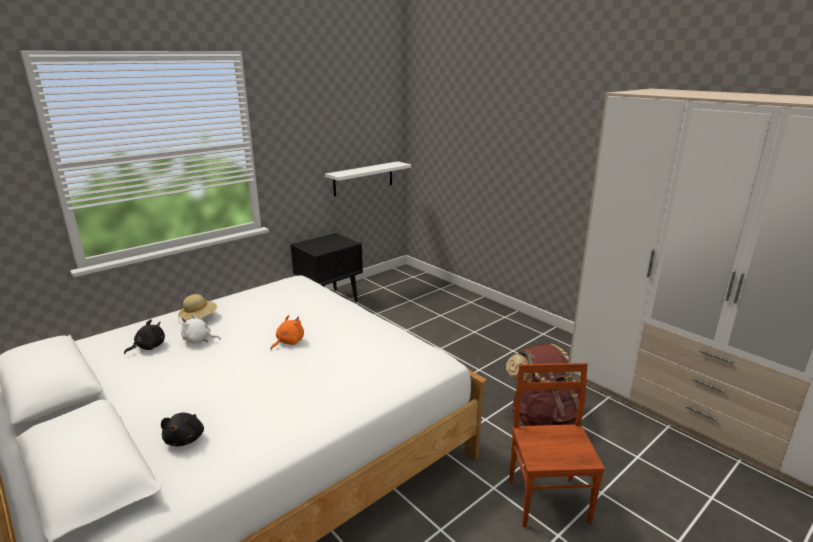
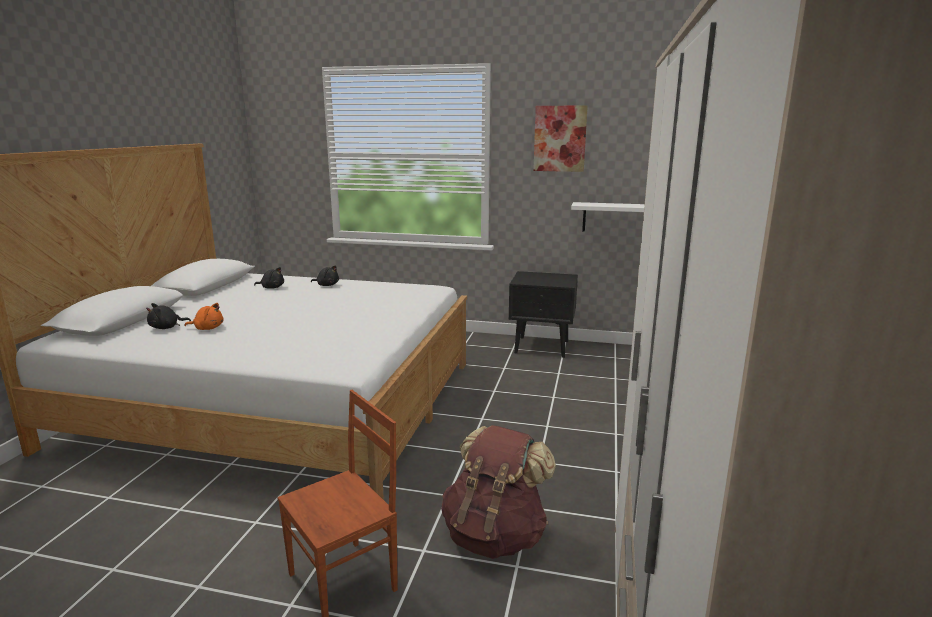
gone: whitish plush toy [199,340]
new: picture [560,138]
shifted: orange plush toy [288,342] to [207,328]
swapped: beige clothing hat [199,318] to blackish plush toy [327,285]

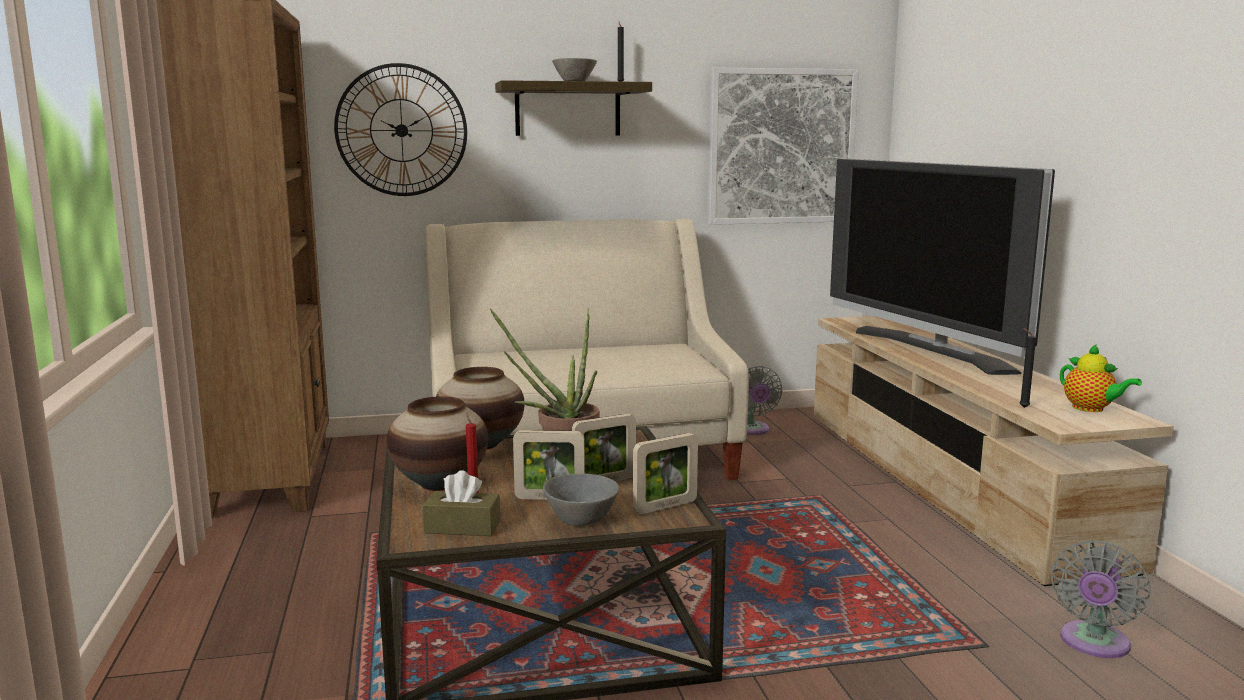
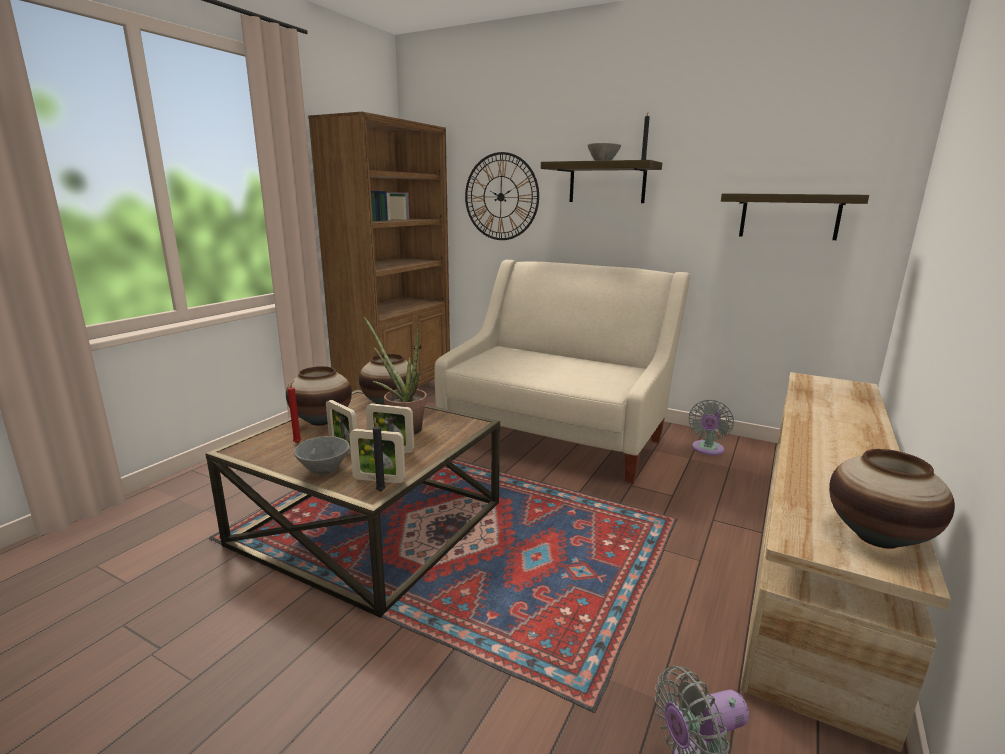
gone: brownish tissue box [462,527]; TV [931,350]
shifted: blackish wax candle [1022,407] to [380,490]
swapped: picture [781,146] to wall shelf [789,216]; teapot [1091,409] to decorative vase [876,537]

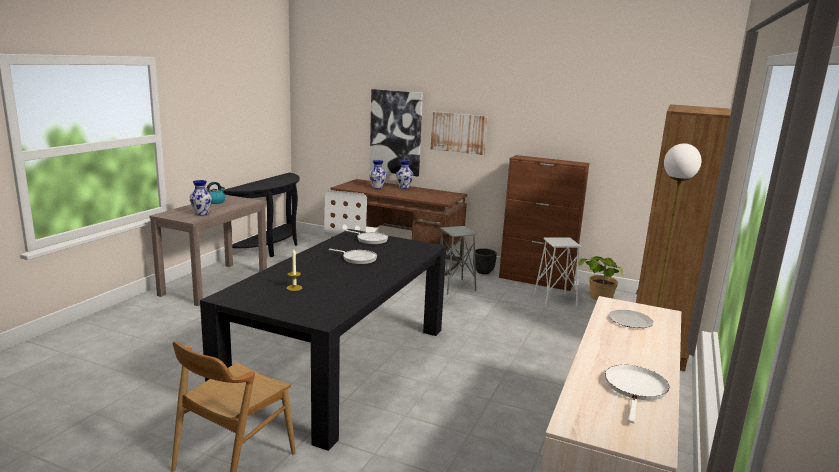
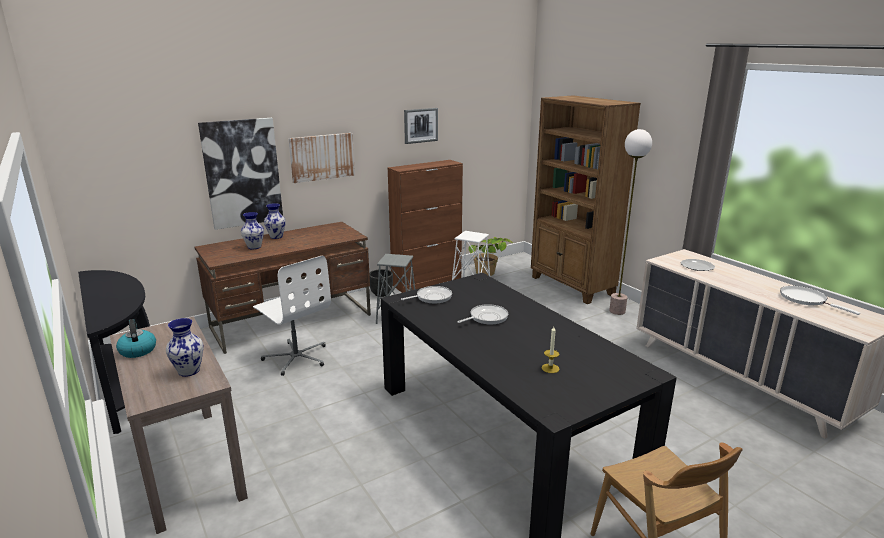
new: picture [420,125]

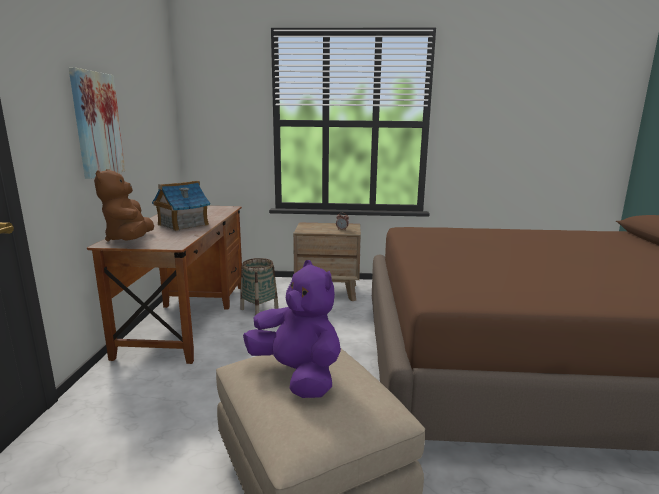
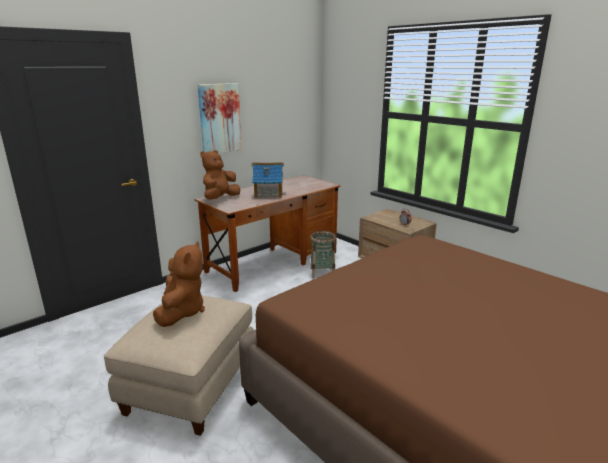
repainted: purple-coloured plush toy [297,375] to brownish plush toy [181,312]

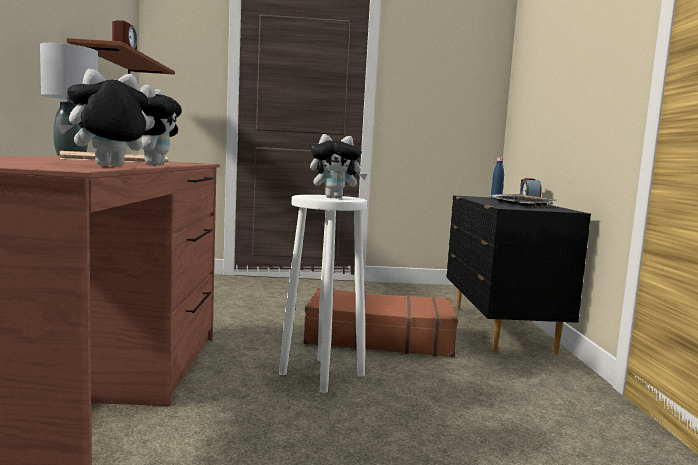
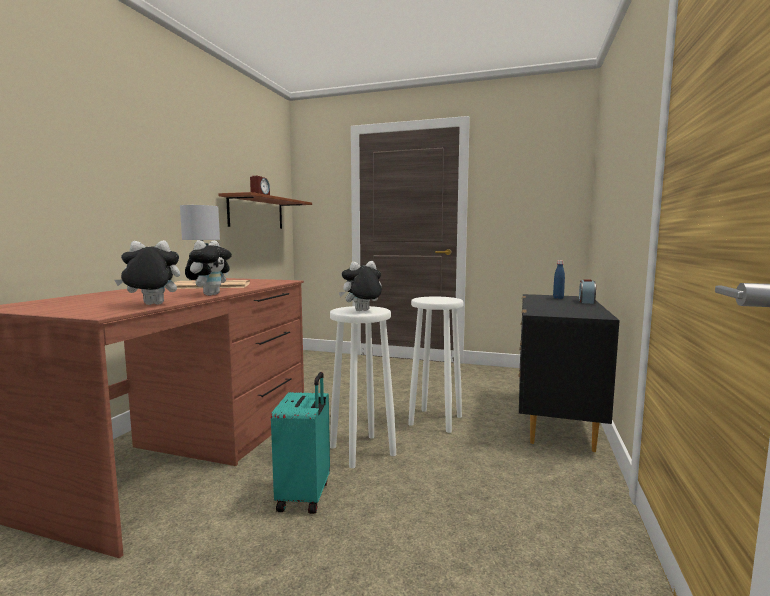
gone: serving tray [521,204]
new: blue-green suitcase [305,496]
swapped: brownish suitcase [379,338] to whitish stool [434,420]
rotated: plush toy [335,198] = [362,311] 135 degrees clockwise

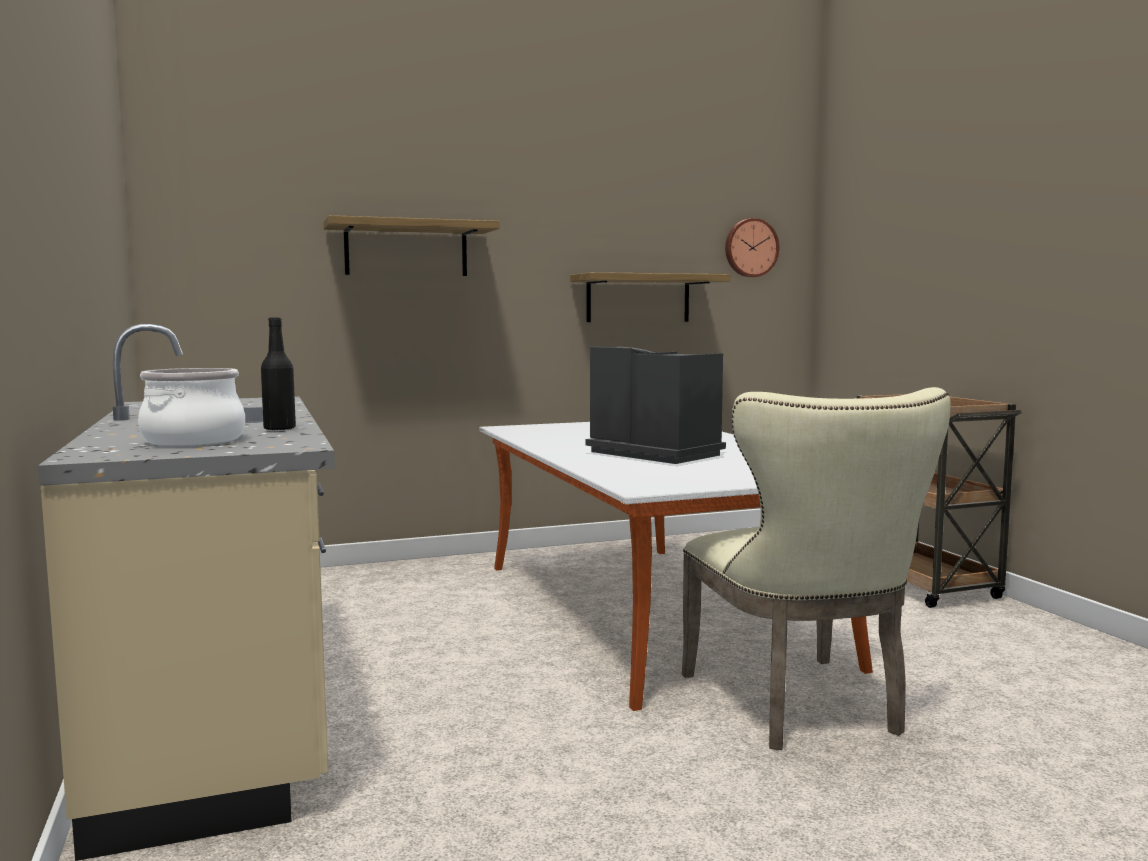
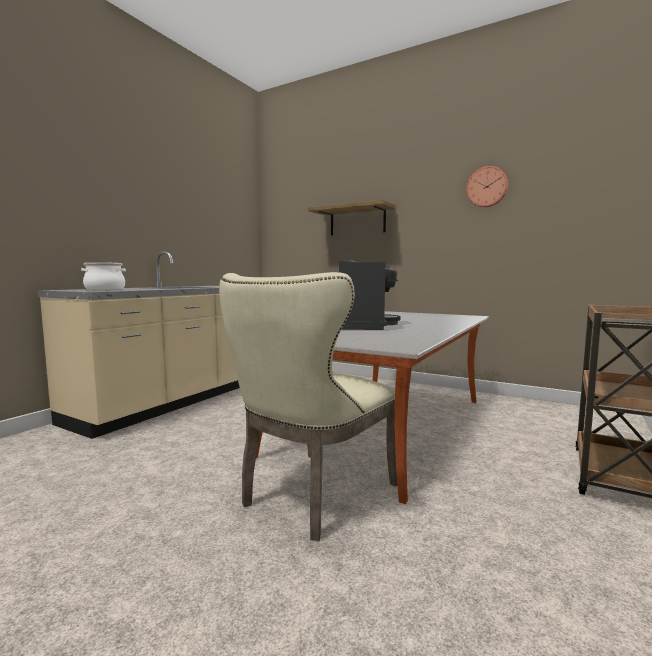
gone: blackish beverage bottle [279,429]; wall shelf [638,298]
shifted: hanging clock [750,248] to [487,187]

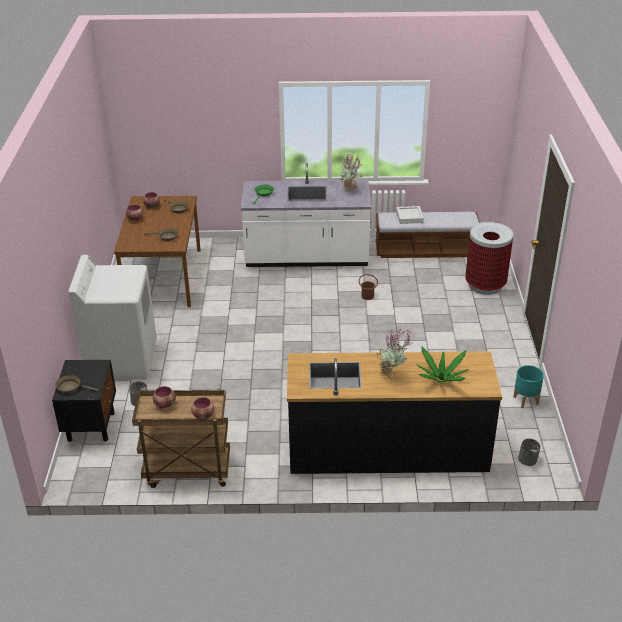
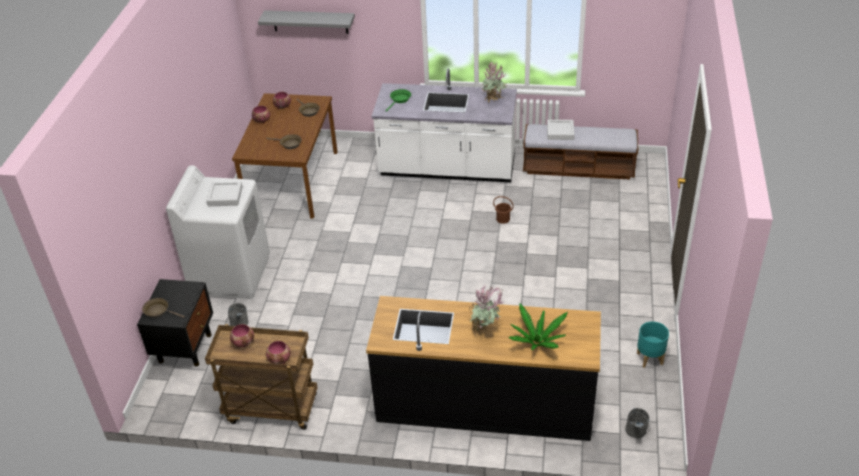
gone: waste bin [485,285]
new: greyish serving tray [225,196]; greyish wall shelf [310,21]

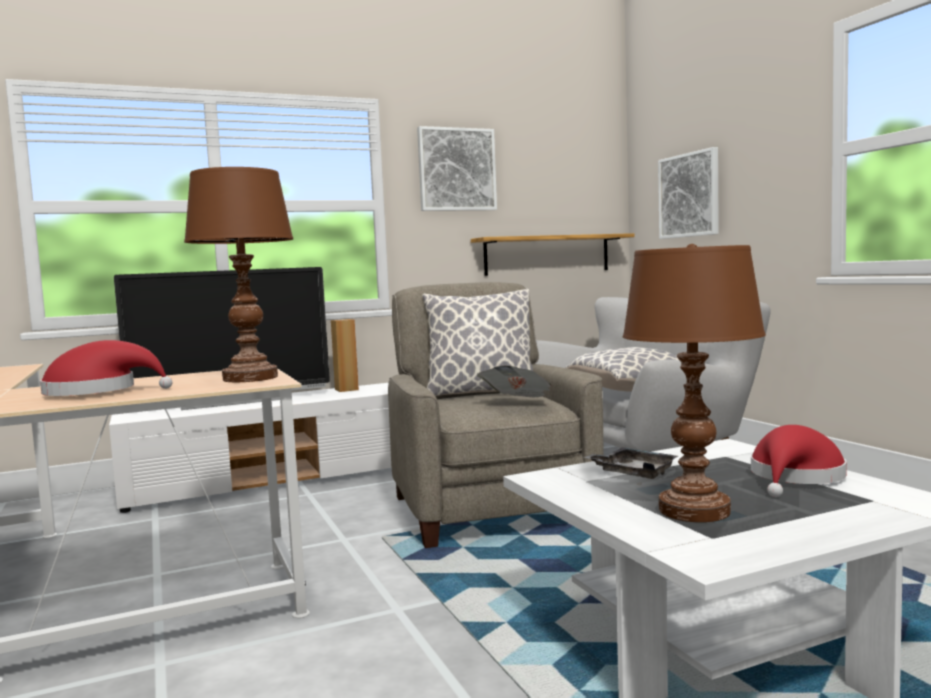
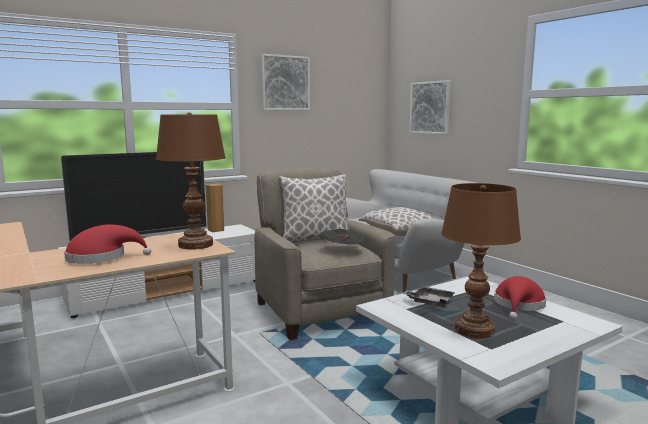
gone: wall shelf [547,254]

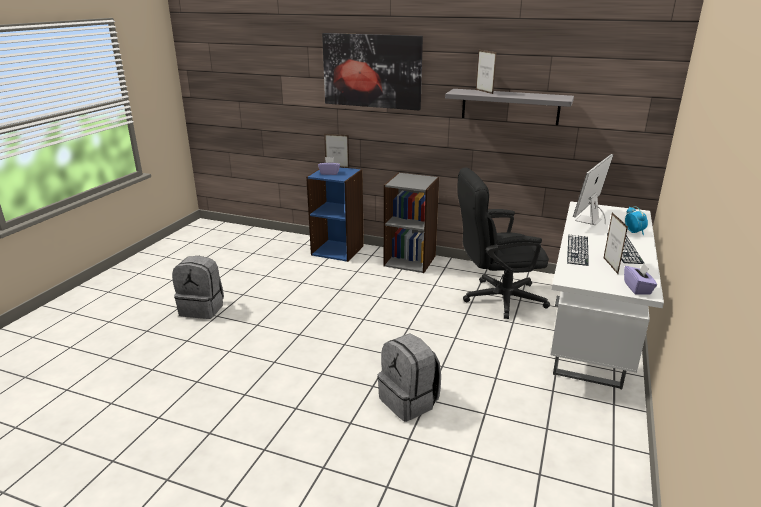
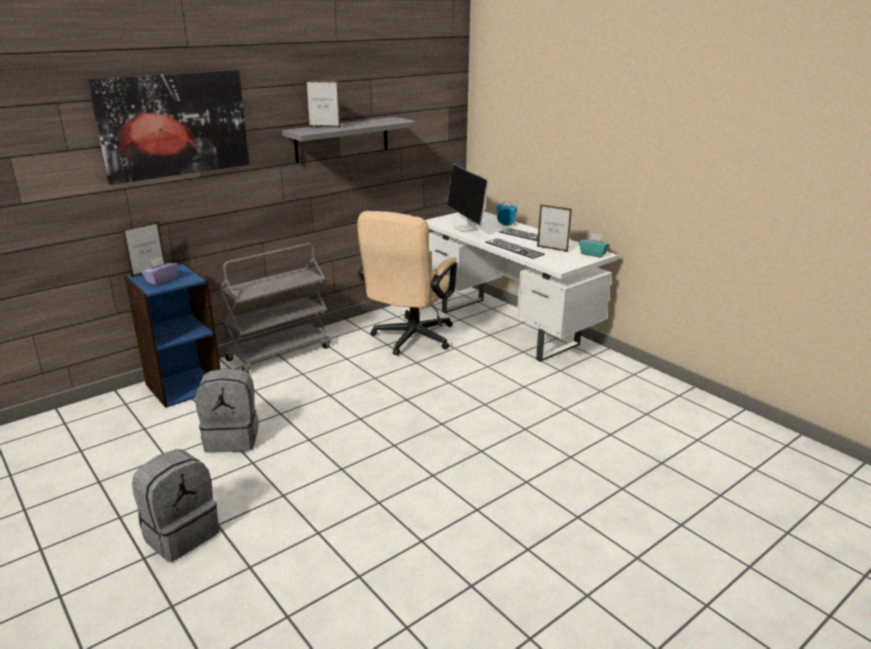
shifted: greyish knapsack [409,401] to [233,438]
swapped: greyish shelving unit [410,260] to greyish trolley [279,353]
repainted: blackish desk chair [496,299] to beige desk chair [410,340]; purple-coloured tissue box [637,288] to blue-green tissue box [593,254]

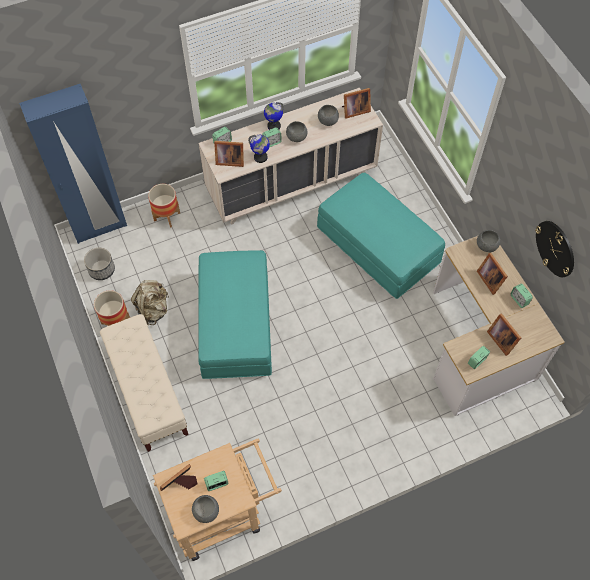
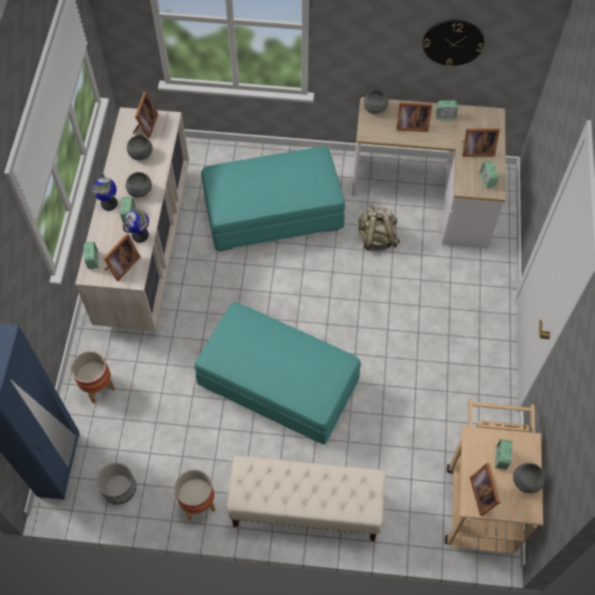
shifted: beige knapsack [153,309] to [376,238]

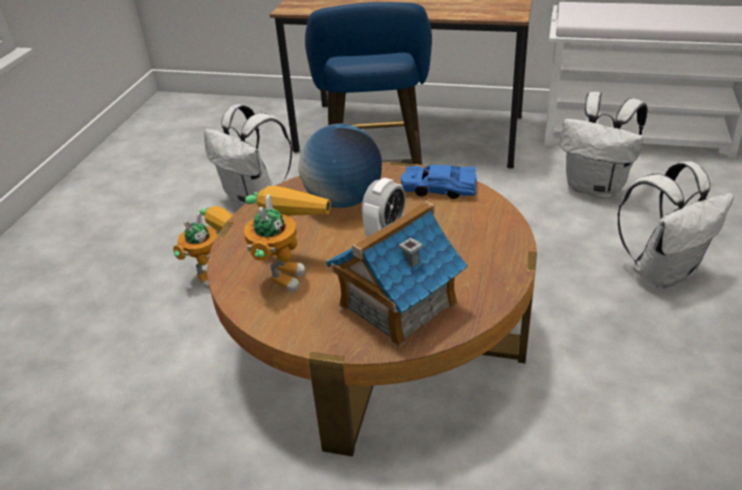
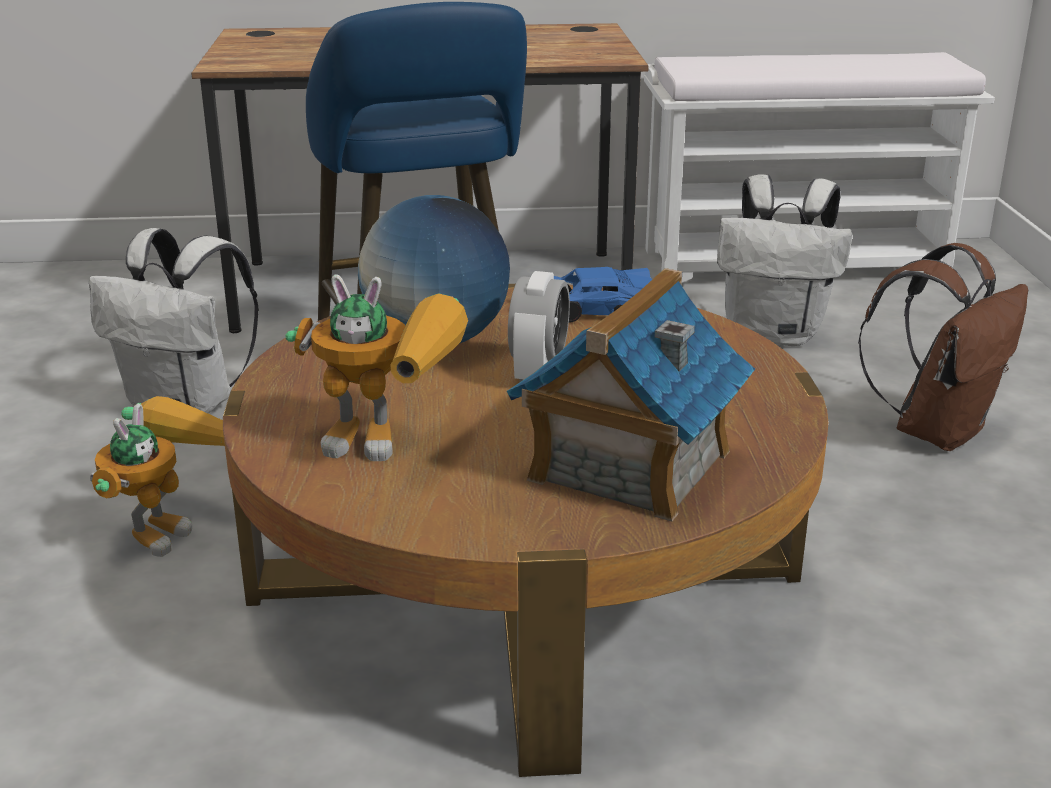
repainted: whitish knapsack [663,272] to brownish knapsack [936,430]
rotated: robot figure [286,269] = [393,443] 105 degrees clockwise

